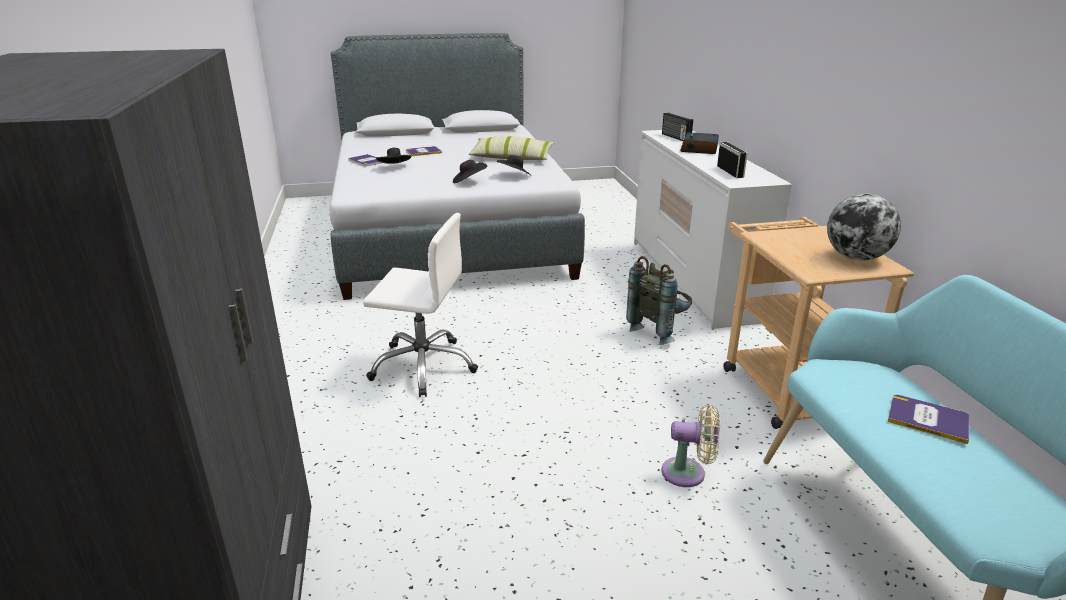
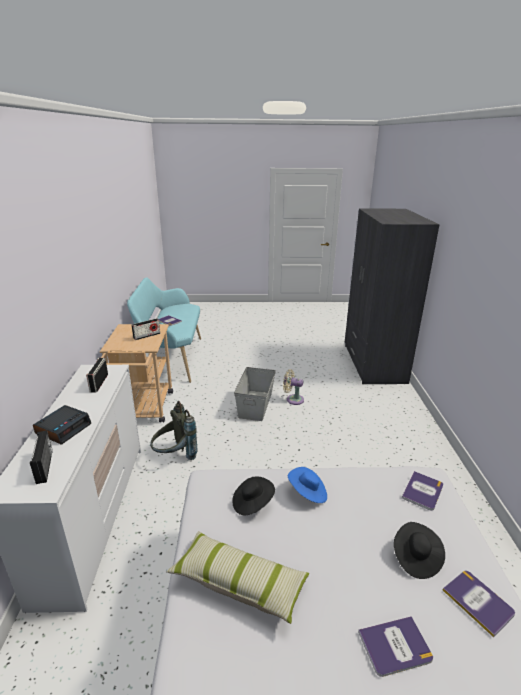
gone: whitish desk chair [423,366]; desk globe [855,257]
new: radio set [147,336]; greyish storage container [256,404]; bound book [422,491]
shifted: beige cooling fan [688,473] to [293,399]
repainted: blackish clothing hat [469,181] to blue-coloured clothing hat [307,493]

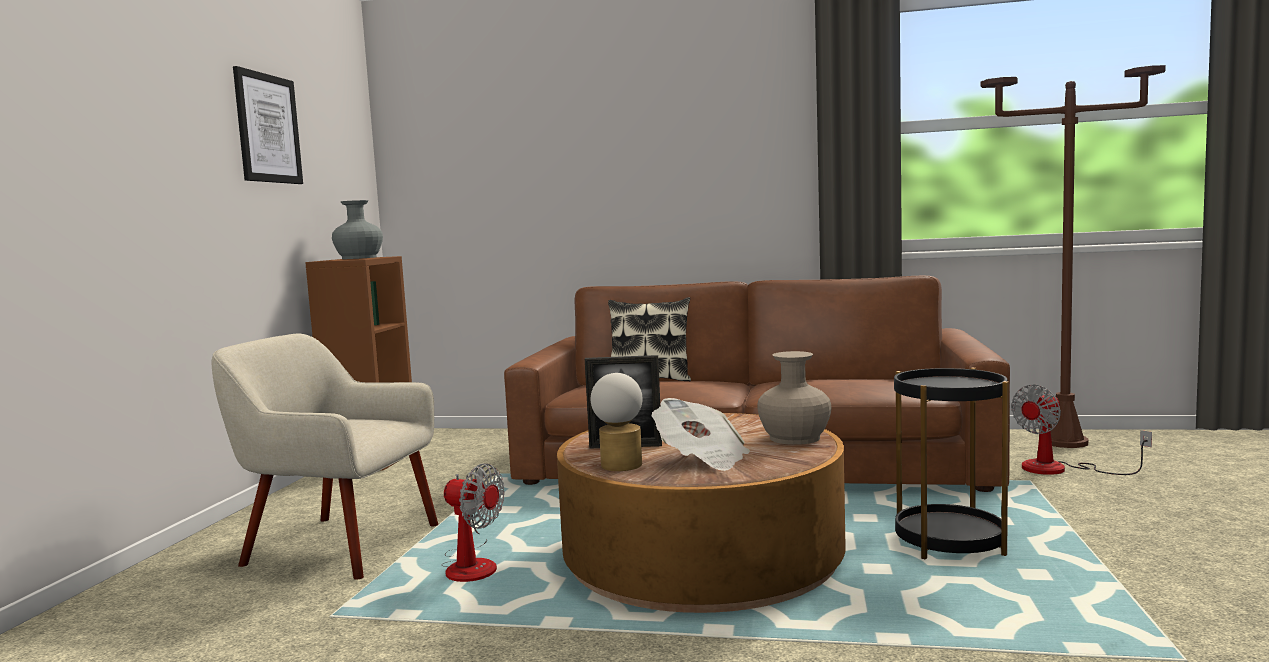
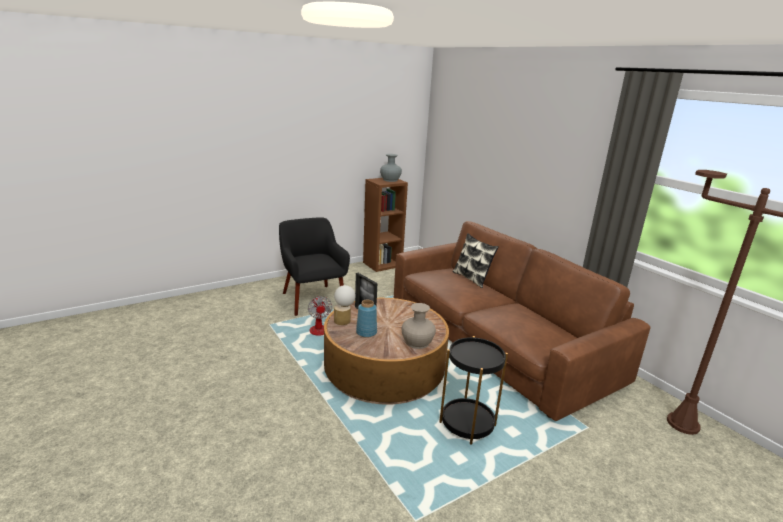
gone: picture [268,128]; cooling fan [1060,469]
swapped: daily paper [701,459] to blue-coloured decorative vase [366,333]
repainted: beige lounge chair [339,544] to blackish lounge chair [312,299]

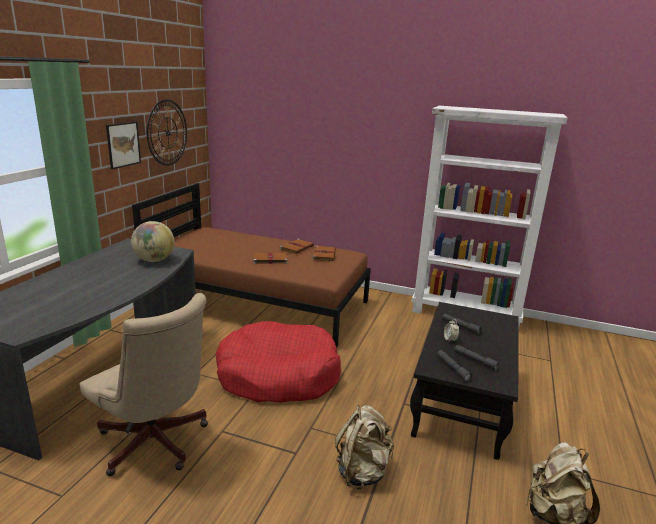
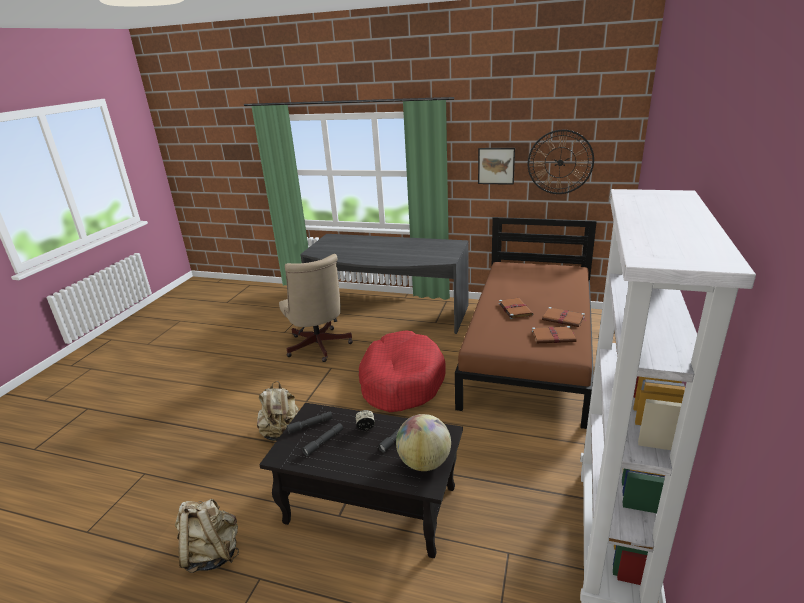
shifted: desk globe [154,260] to [424,462]
rotated: beige desk chair [155,445] = [319,348] 60 degrees counterclockwise

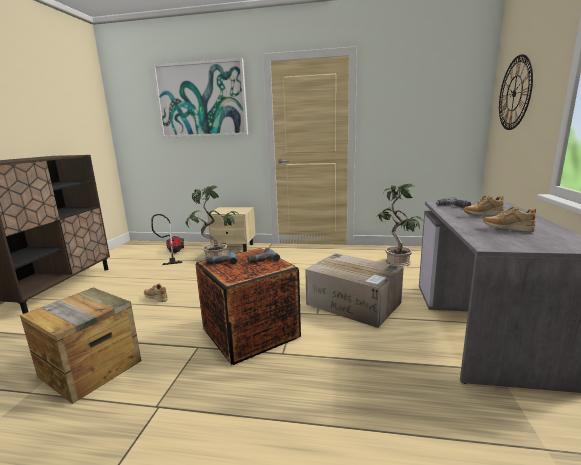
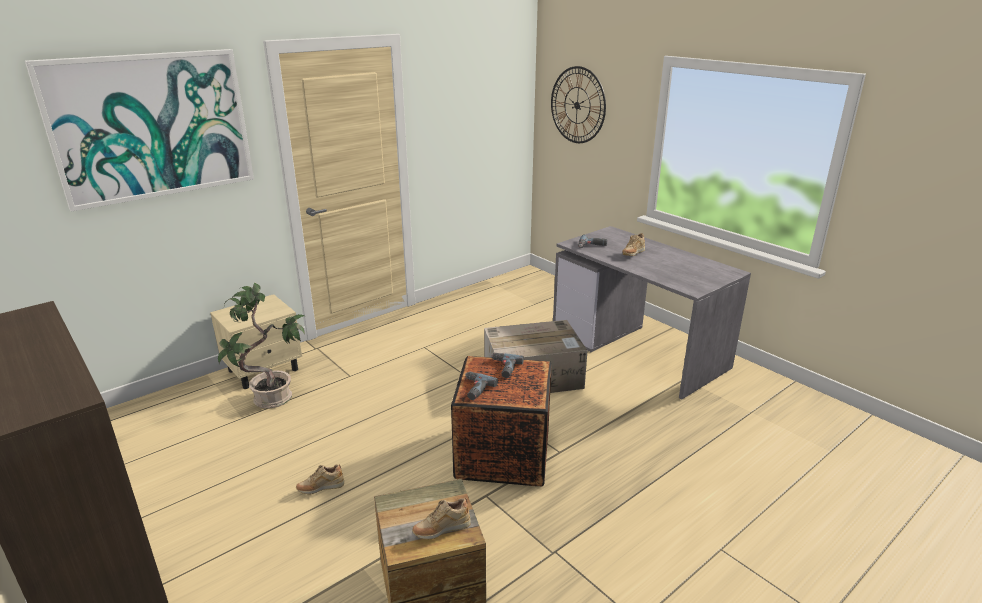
gone: vacuum cleaner [172,253]; potted plant [396,262]
shifted: beige shoe [507,230] to [441,530]

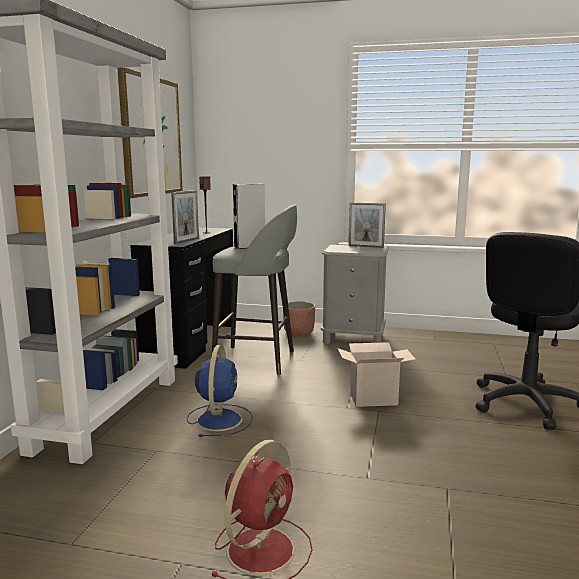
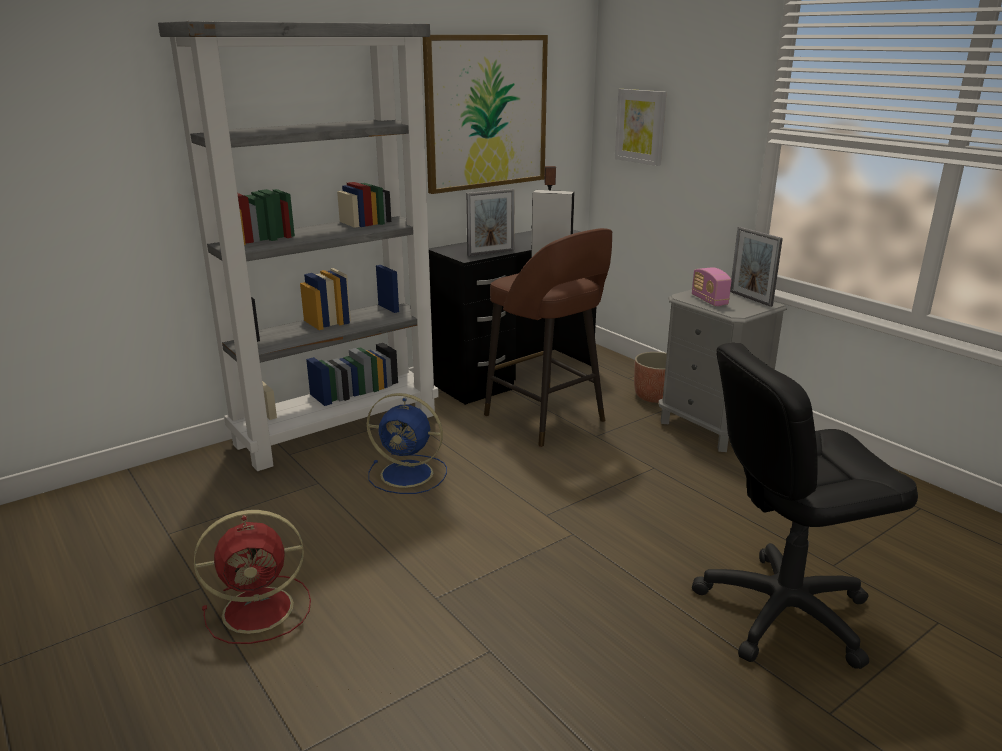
gone: cardboard box [374,399]
new: picture [641,126]; radio set [709,300]
repainted: greyish stool [257,360] to brownish stool [546,419]
rotated: blue-coloured cooling fan [219,419] = [409,474] 60 degrees clockwise

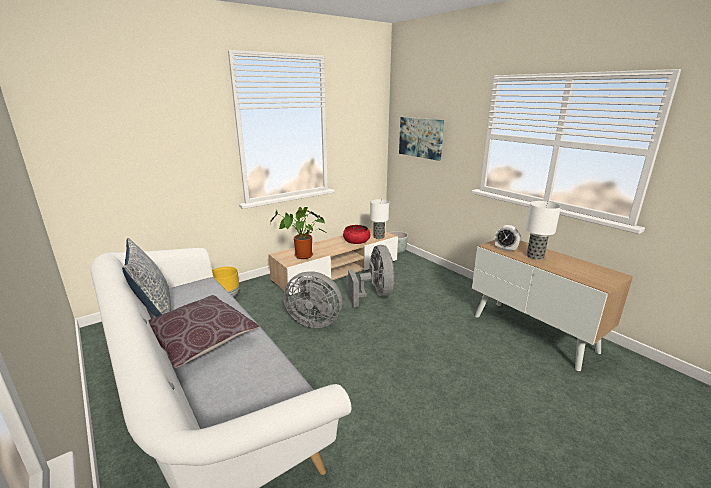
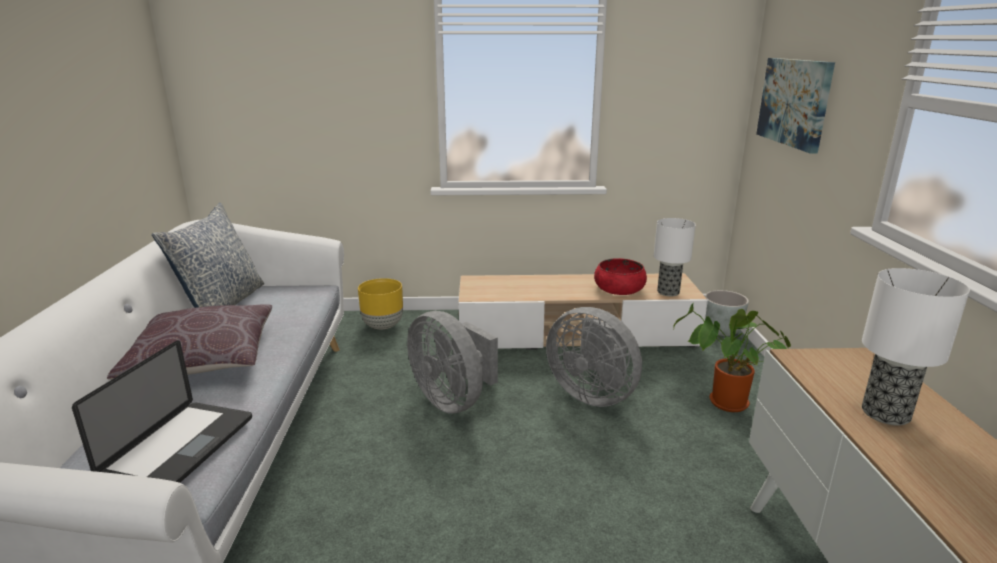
gone: bedside clock [505,249]
new: portable computer [180,447]
shifted: potted plant [302,257] to [725,404]
rotated: greyish cooling fan [375,295] = [593,394] 105 degrees clockwise

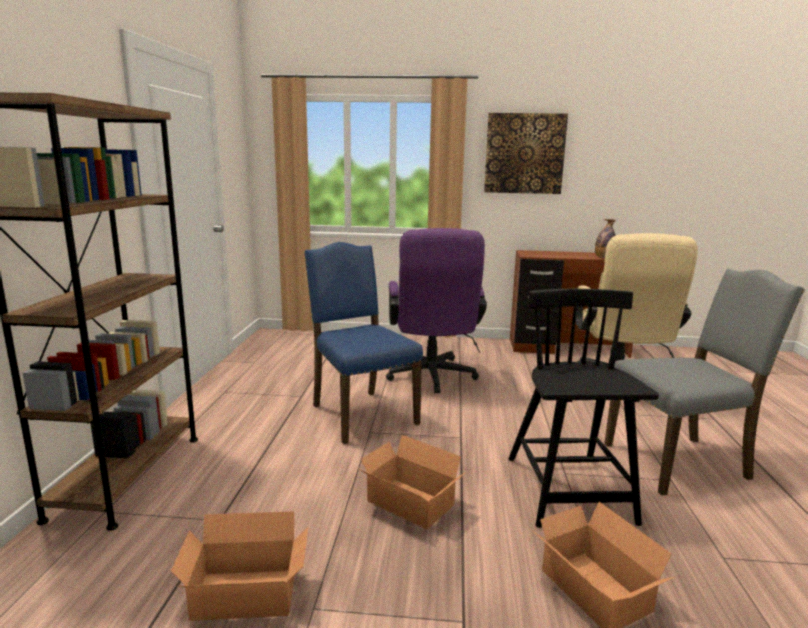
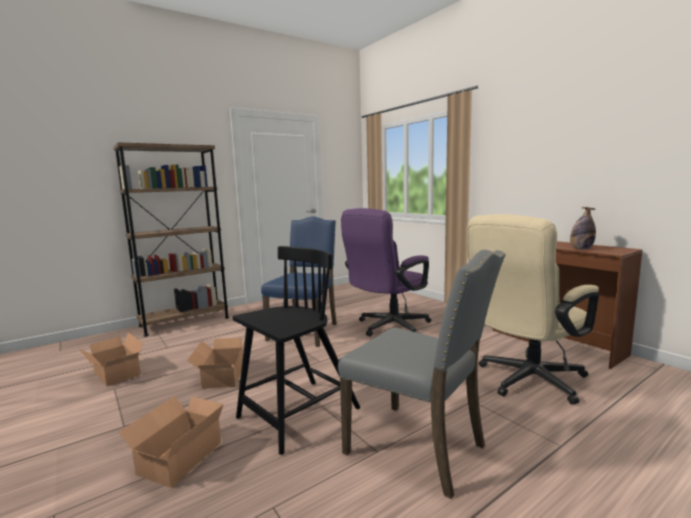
gone: picture [524,153]

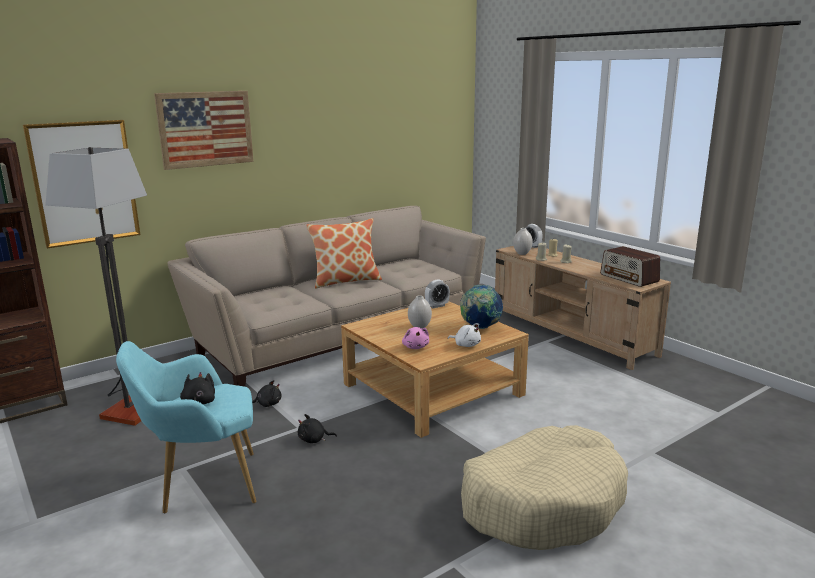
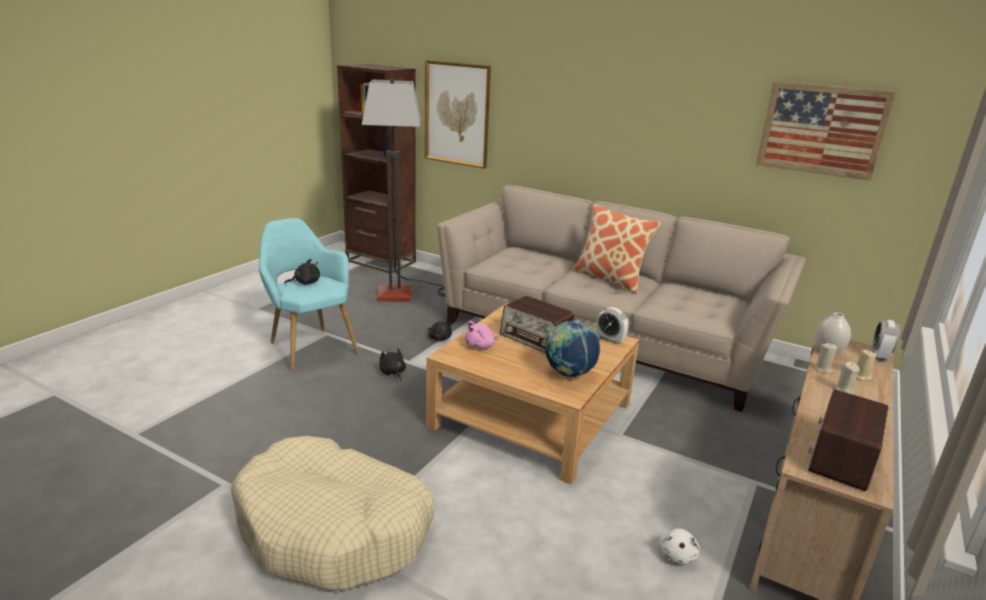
shifted: whitish plush toy [466,345] to [677,554]; picture [206,129] to [822,130]
swapped: whitish decorative vase [419,327] to radio set [536,339]

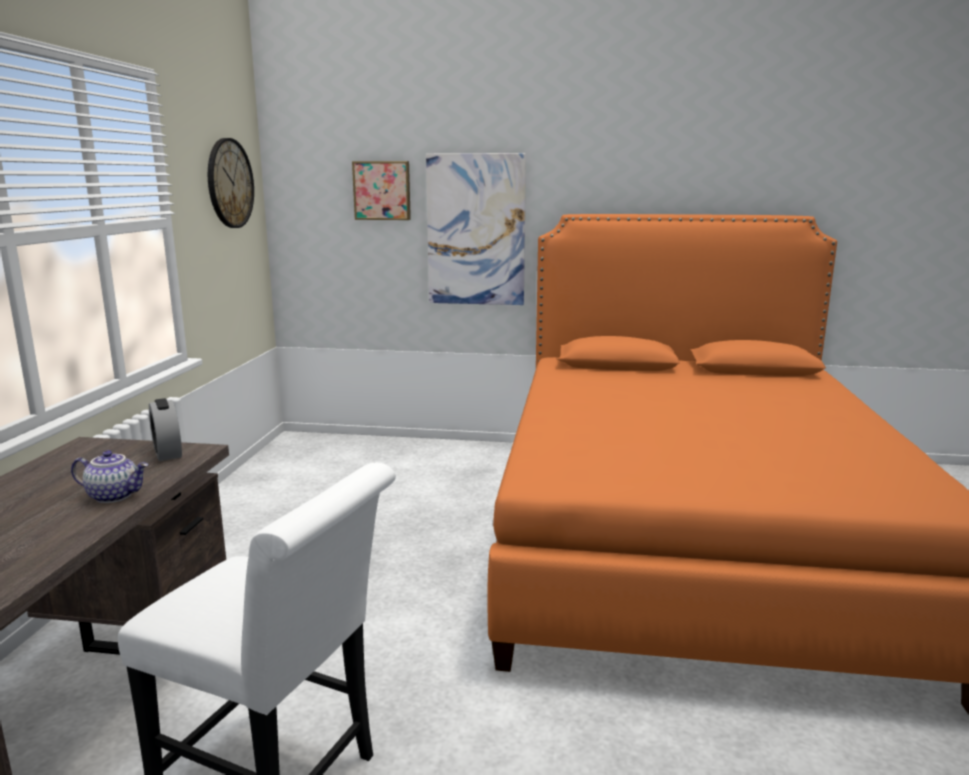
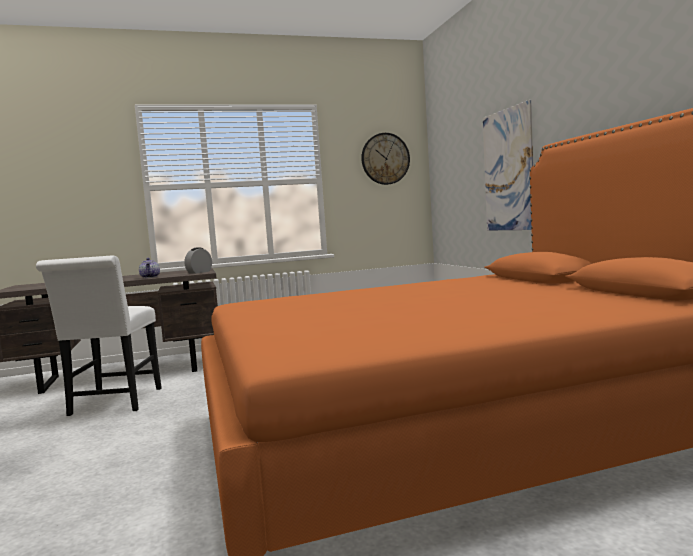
gone: picture [382,190]

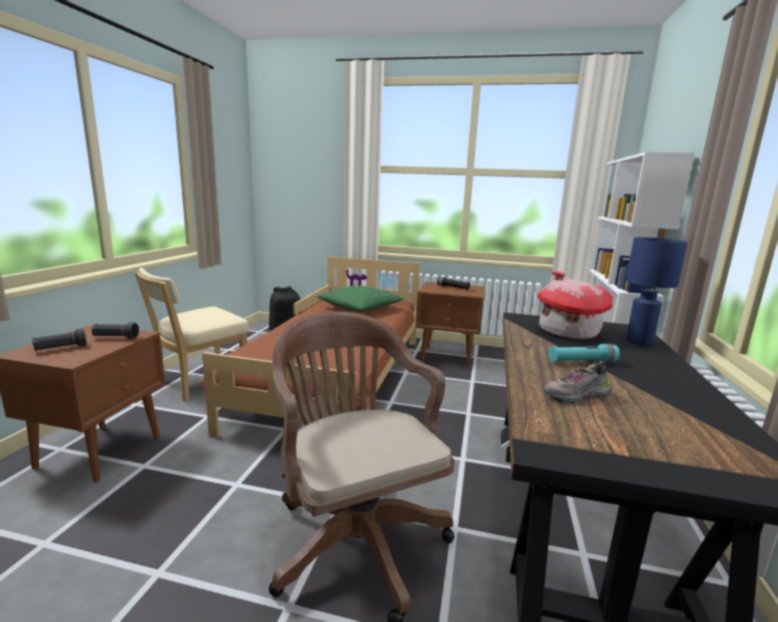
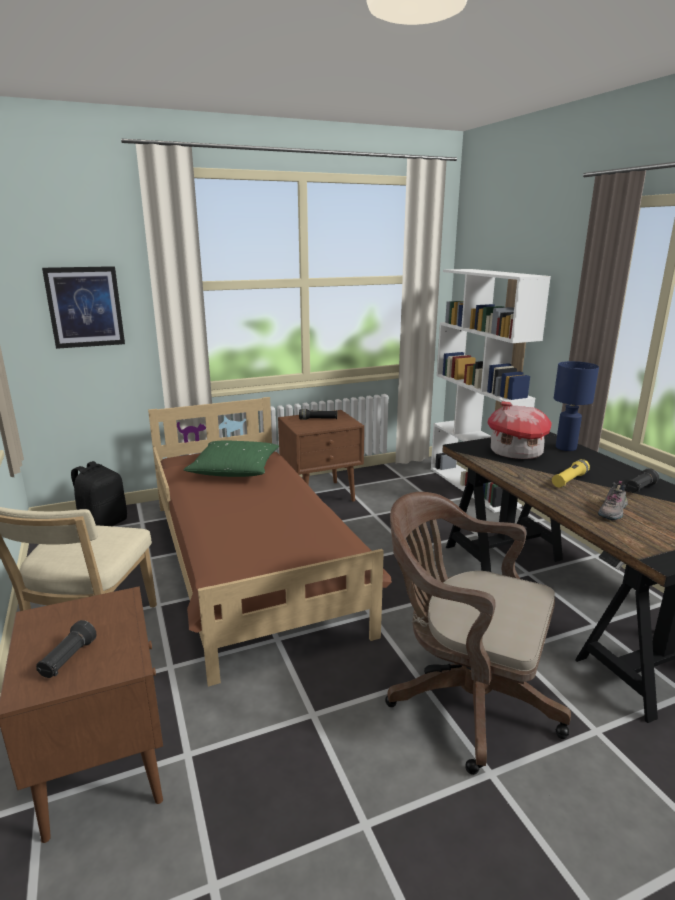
new: picture [85,307]
shifted: blackish flashlight [115,338] to [639,489]
repainted: blue-green flashlight [582,362] to yellowish flashlight [569,480]

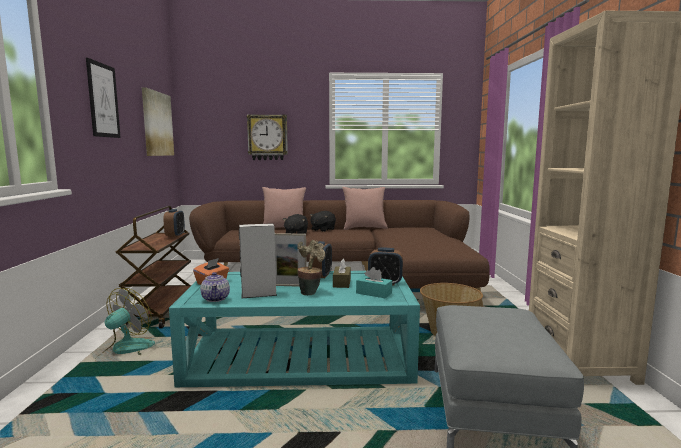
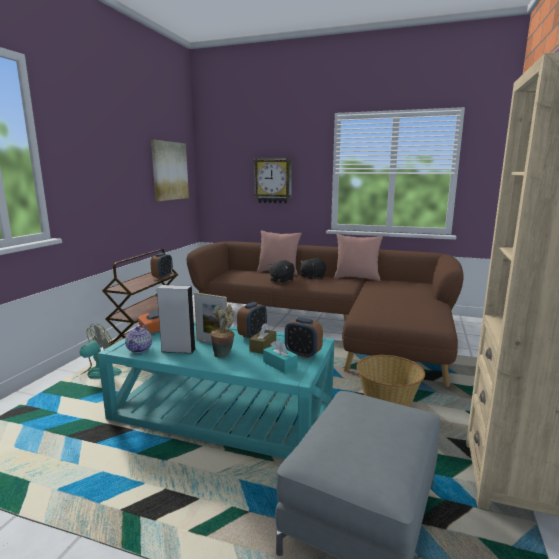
gone: picture [103,100]

